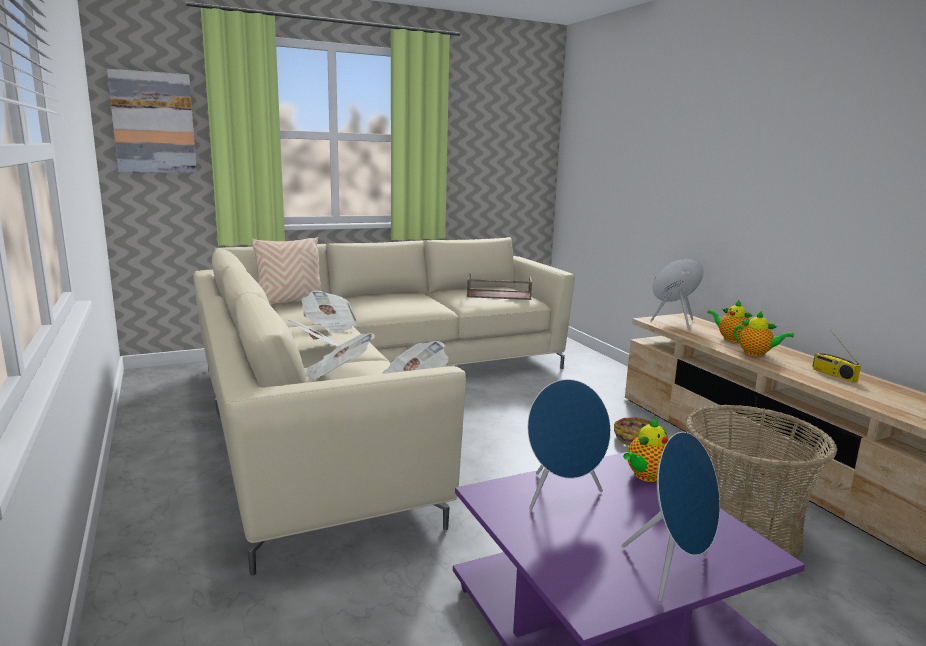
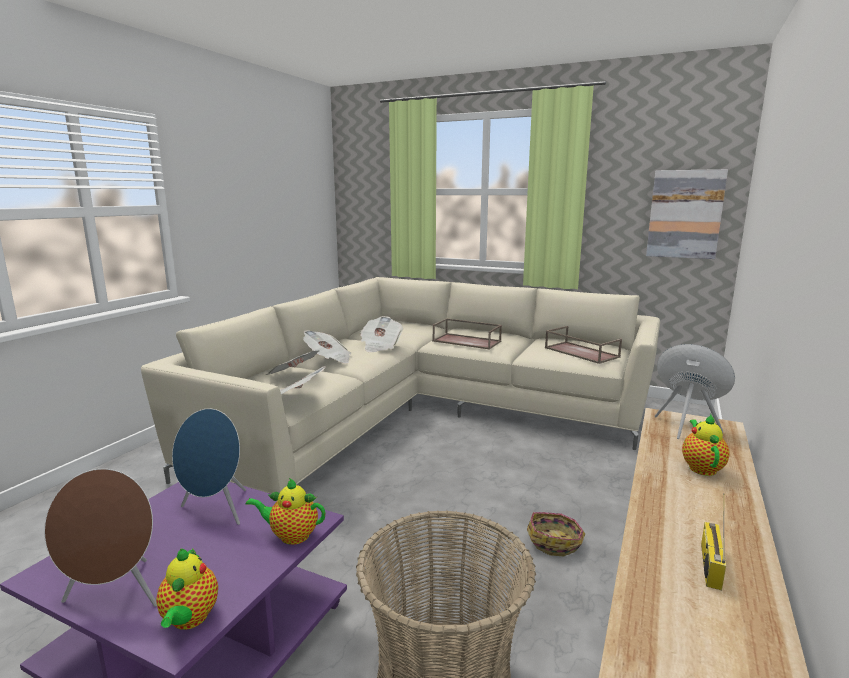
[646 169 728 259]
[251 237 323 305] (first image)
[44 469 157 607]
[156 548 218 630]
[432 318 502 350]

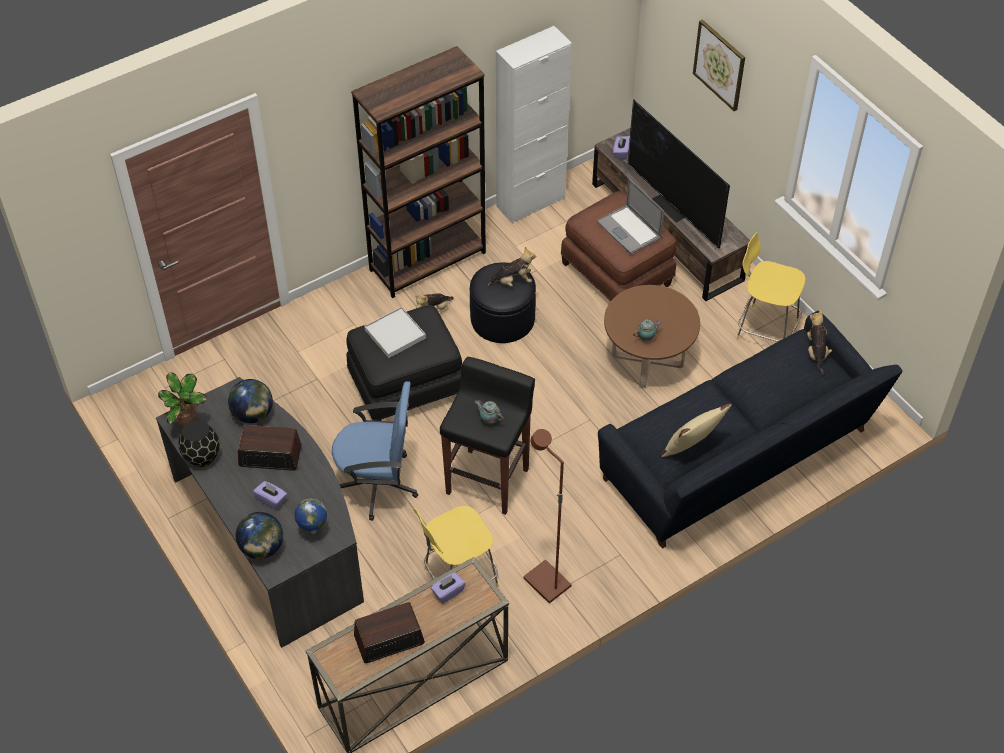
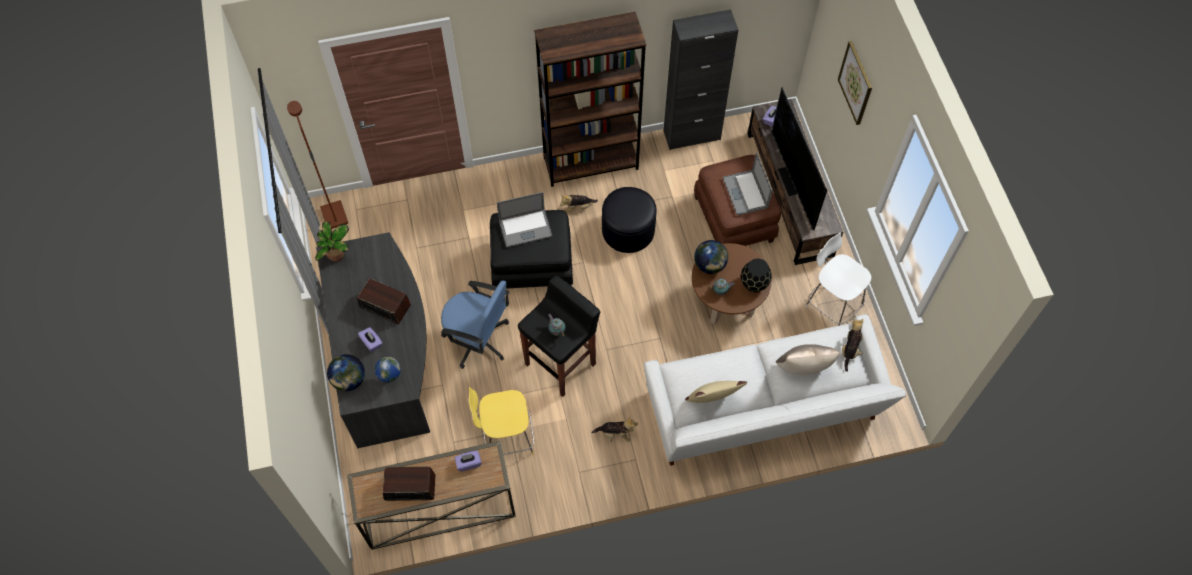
[741 259 772 292]
[694 240 728 274]
[497 192 552 247]
[592 416 638 442]
[664 9 738 150]
[287 101 348 229]
[644 314 906 466]
[805 233 871 326]
[776 344 840 375]

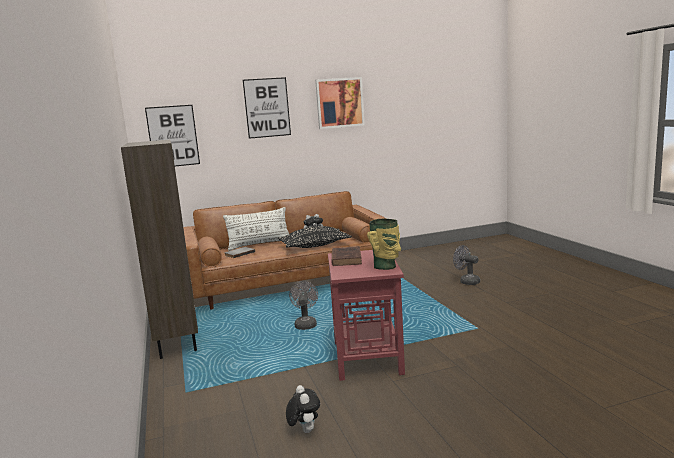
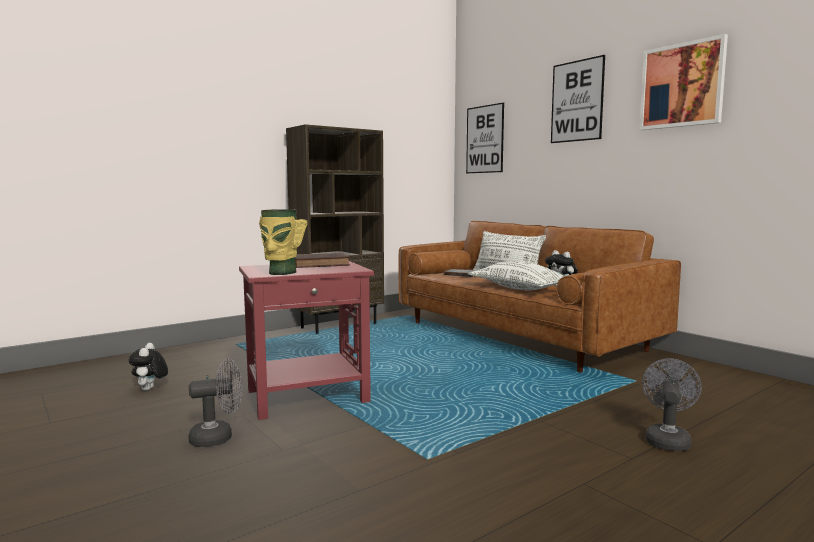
[468 261 564 290]
[129 343 168 391]
[188 359 243 447]

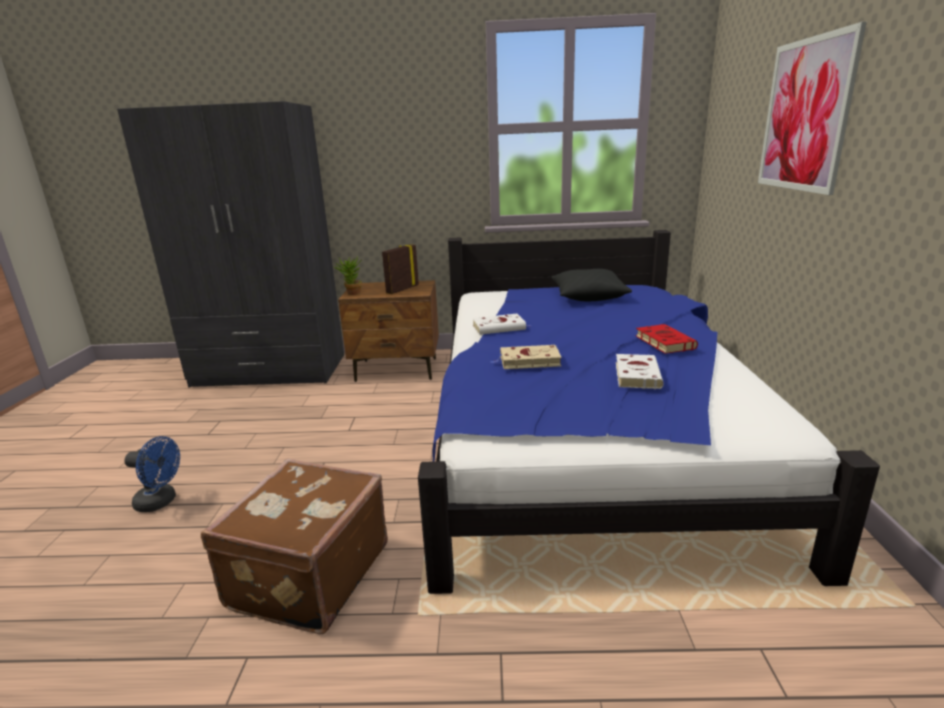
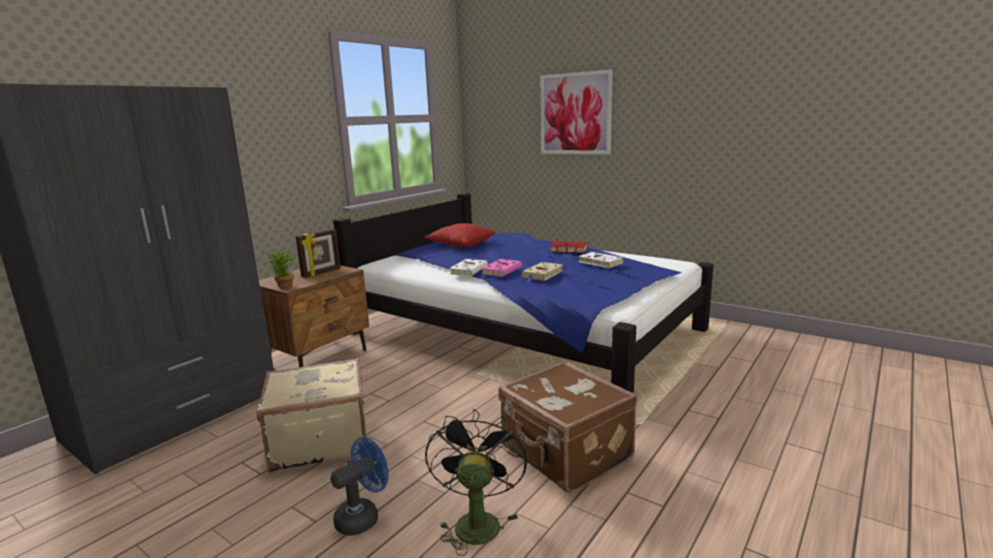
[296 229 341 278]
[424 223 496 247]
[256 358 367 473]
[425 409 527 556]
[481 259 522 277]

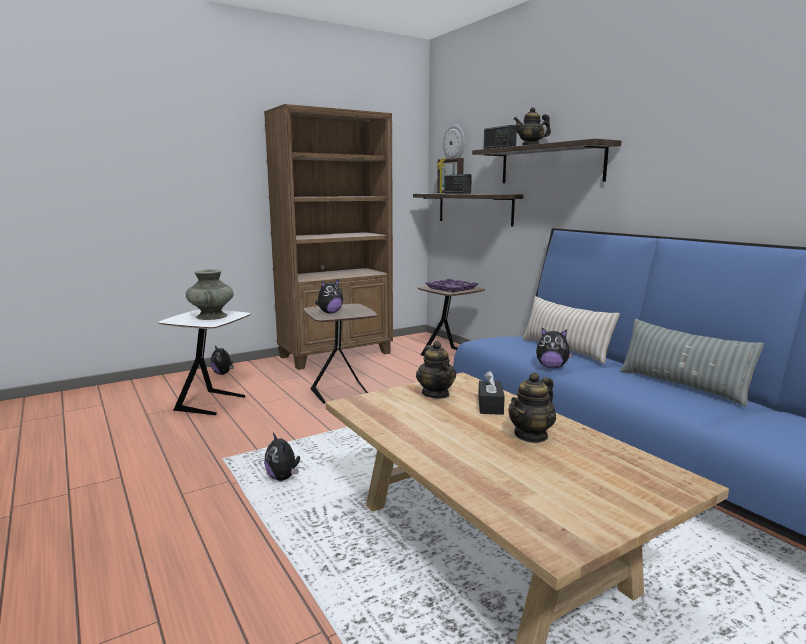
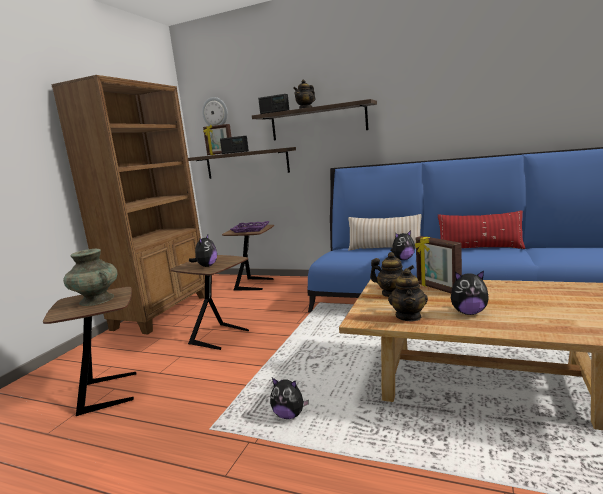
[43 287 136 416]
[451 270 489 315]
[415 236 462 293]
[388 268 428 321]
[438 210 525 249]

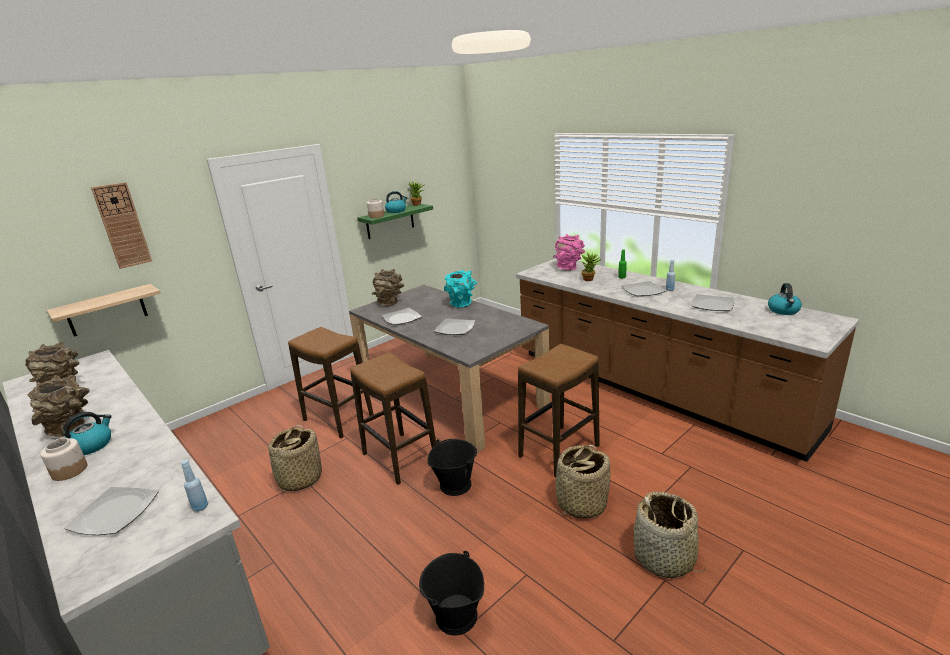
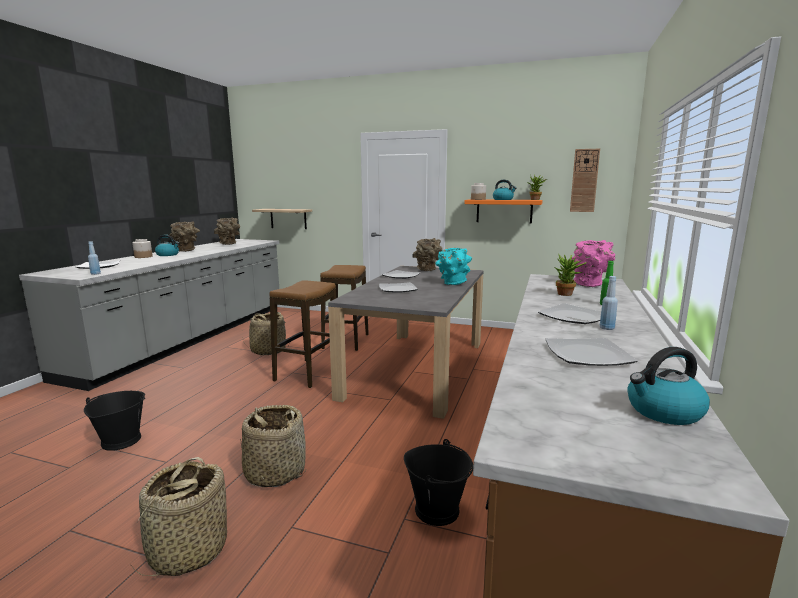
[570 149 600 212]
[465 199 543 223]
[404 439 473 526]
[518 344 600 478] (first image)

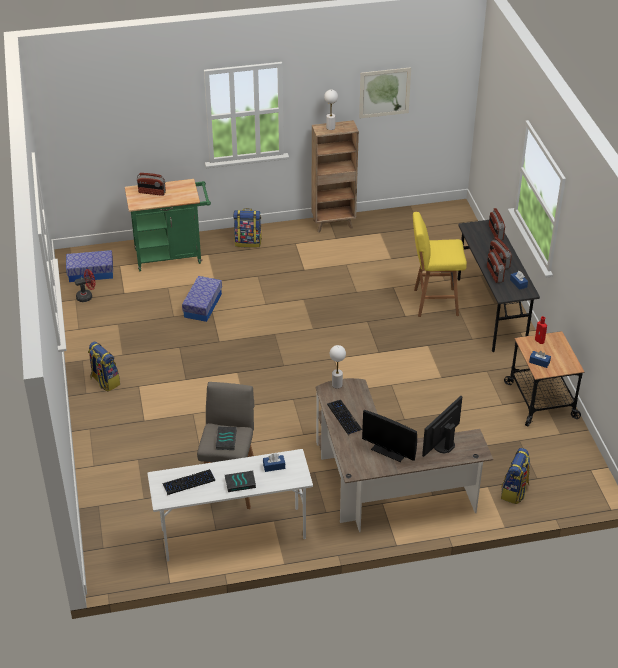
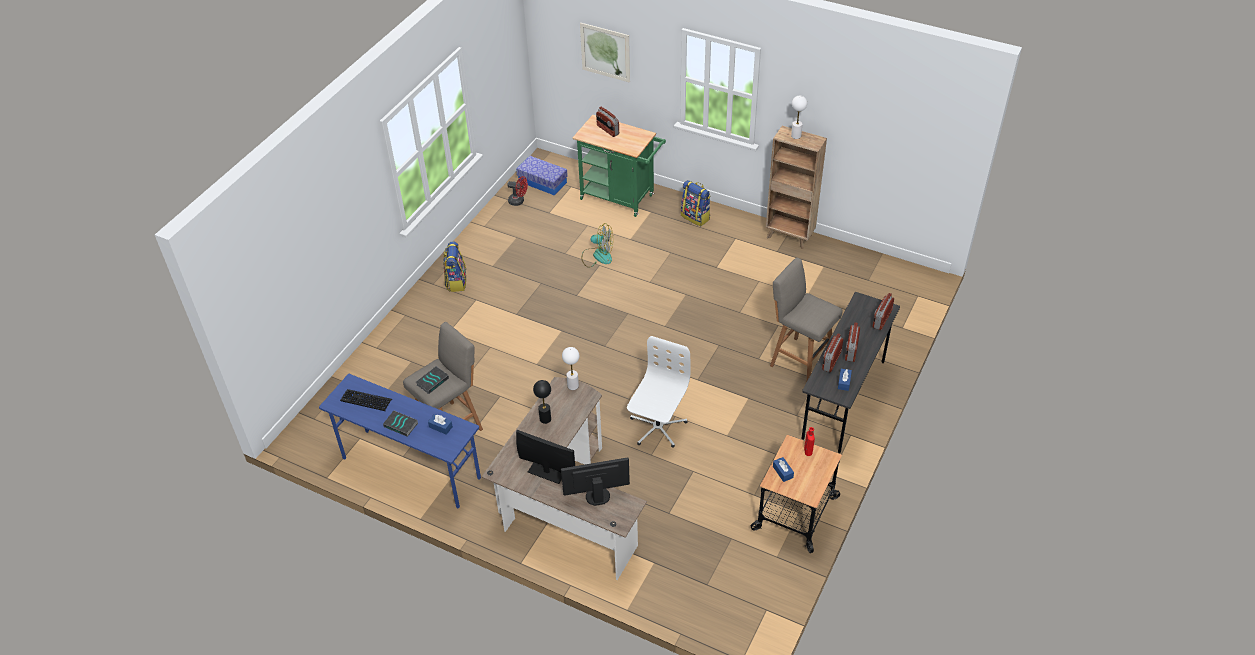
[319 374 481 509]
[582 223 613 268]
[533 380 551 424]
[580 23 630 83]
[516 430 575 484]
[770 258 843 381]
[501 448 530 504] (first image)
[627 336 690 448]

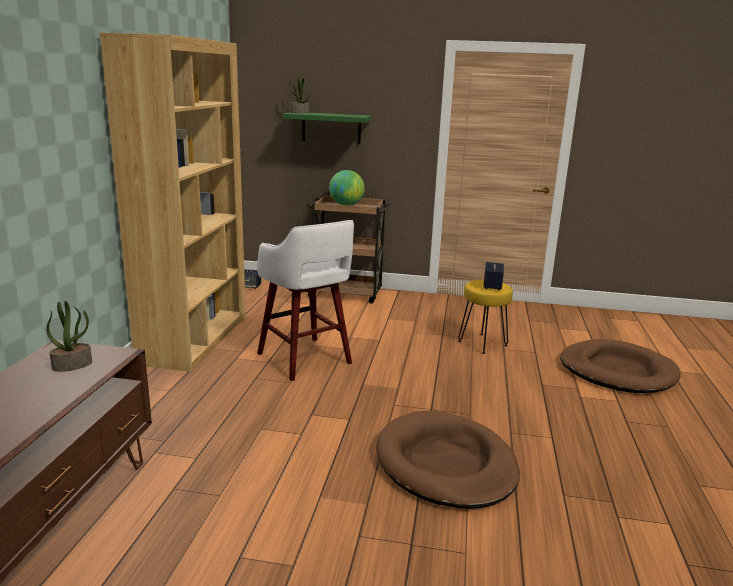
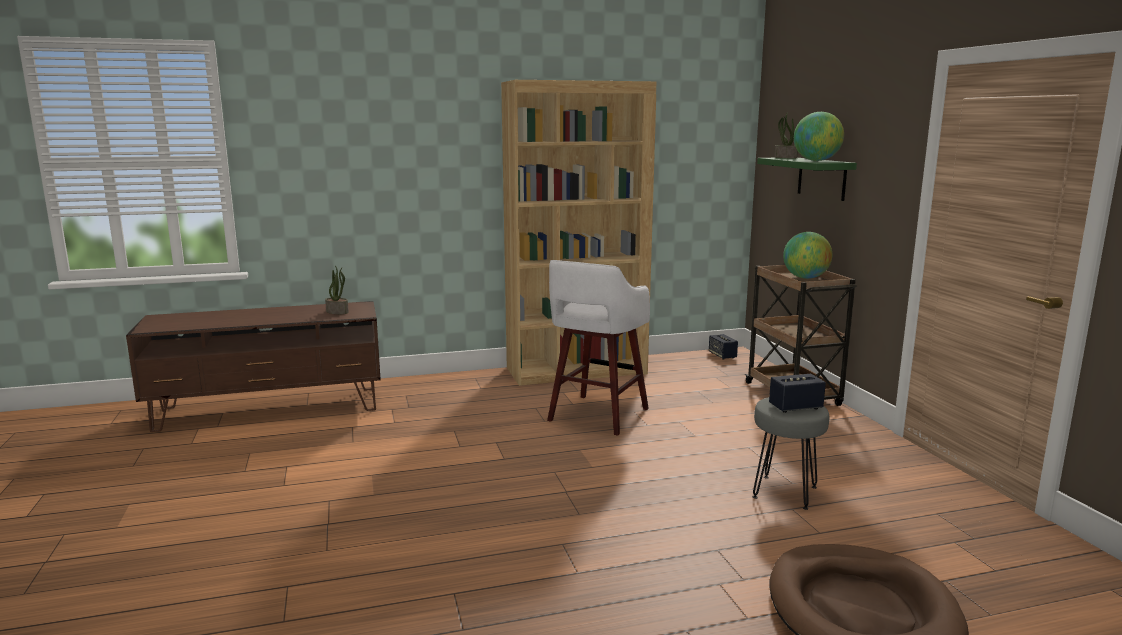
[376 410 520 509] (first image)
[753 397 829 510]
[794 112 844 161]

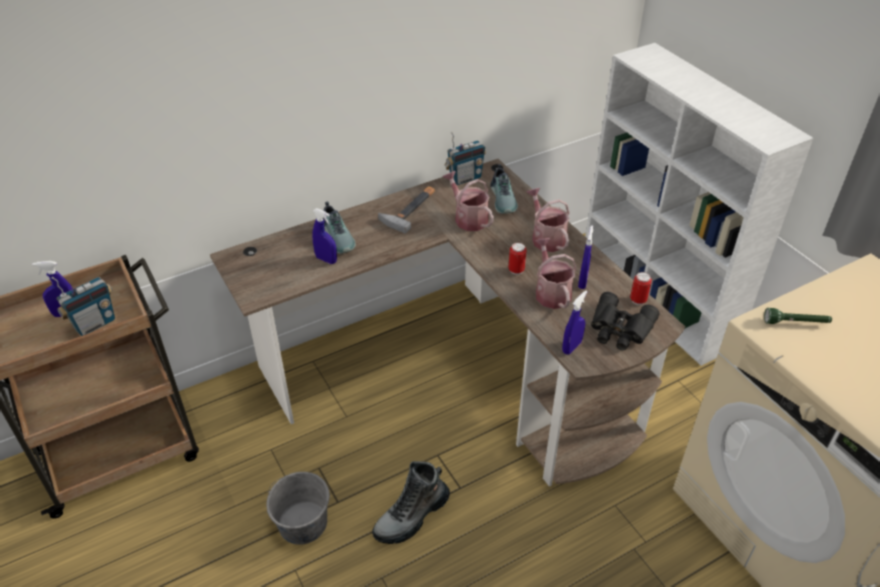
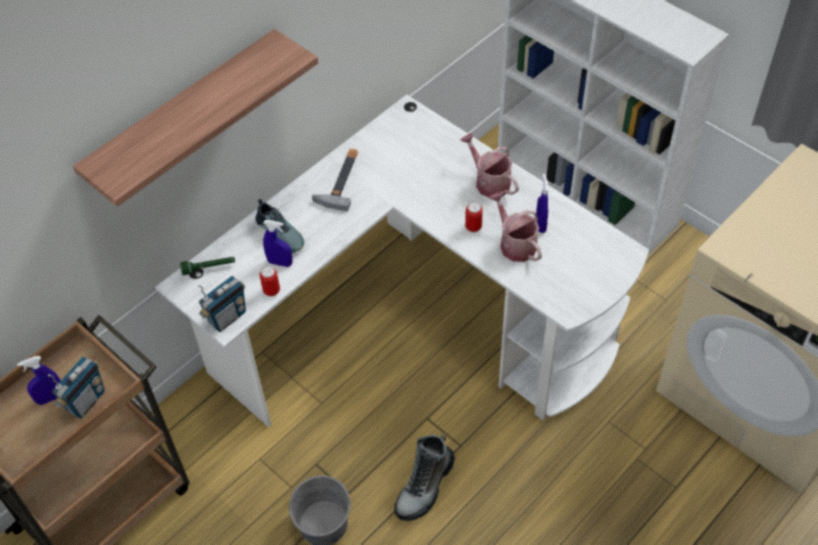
[155 94 649 427]
[443 171 494 231] (first image)
[198 276 246 332]
[490 164 518 214] (first image)
[562 291 587 355] (first image)
[591 292 659 350] (first image)
[260 266 280 297]
[180 257 235 275]
[73 29 318 207]

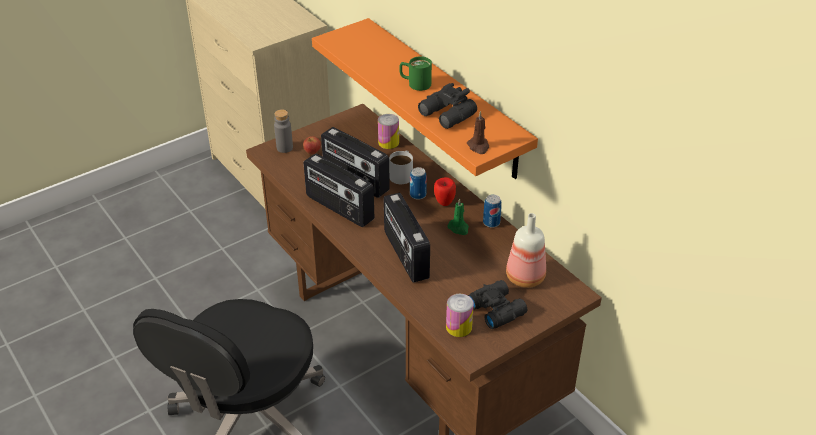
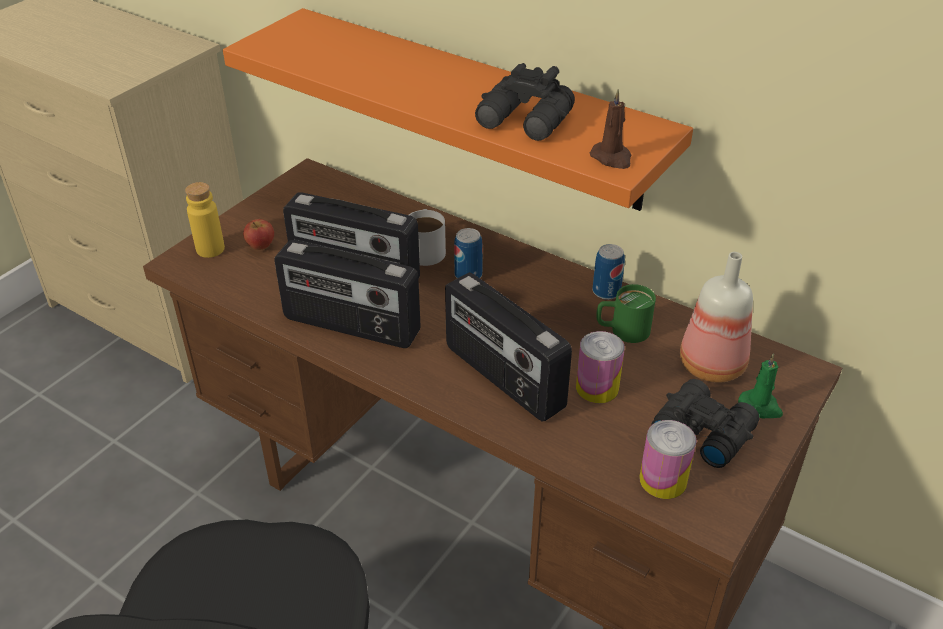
[185 182 225 258]
[576 331 625 403]
[596 284 656 343]
[434 177 456 206] (first image)
[738 353 783 418]

